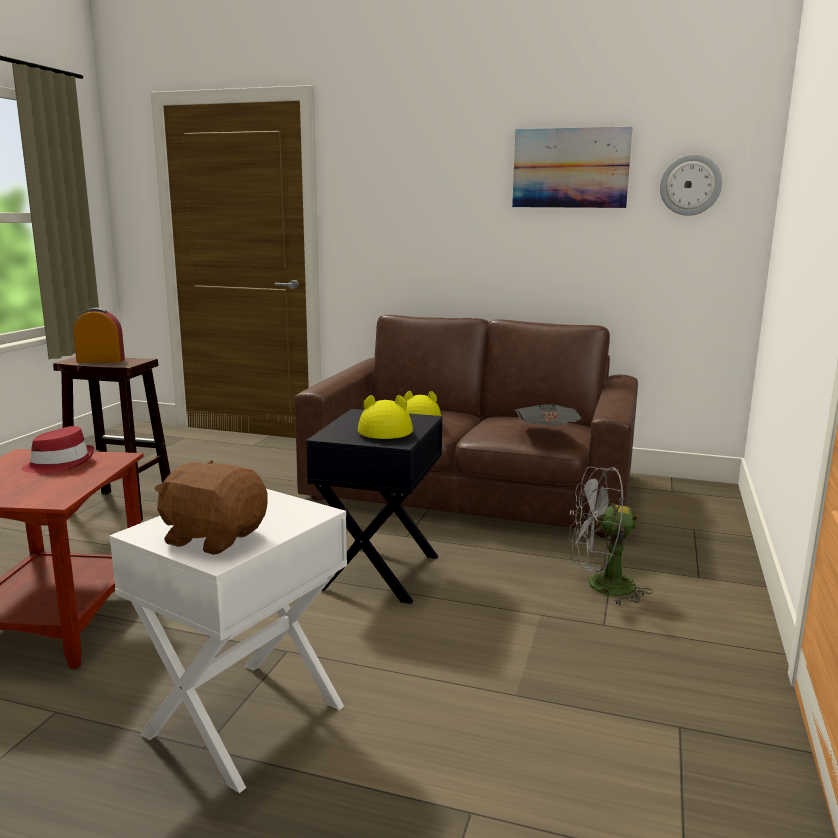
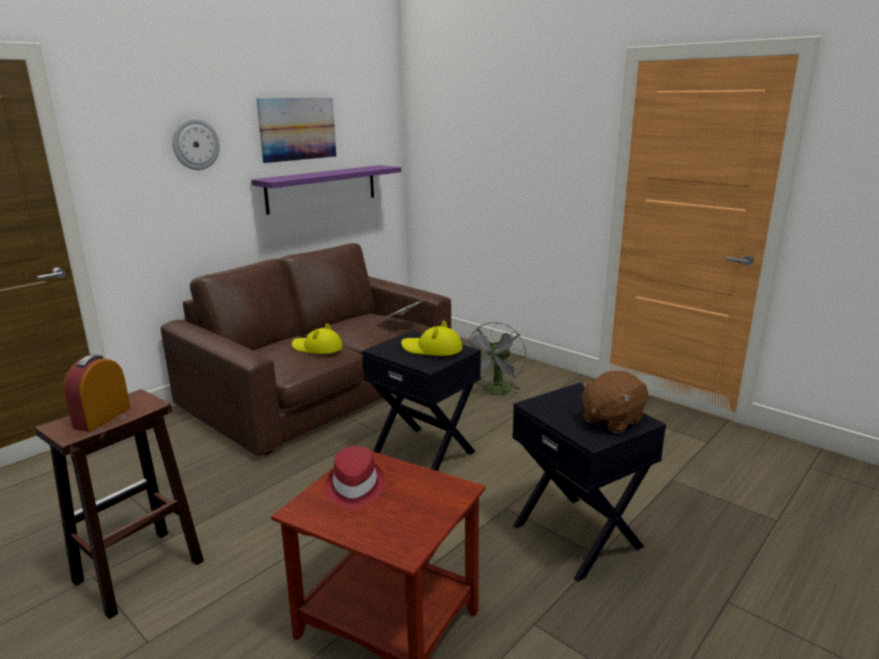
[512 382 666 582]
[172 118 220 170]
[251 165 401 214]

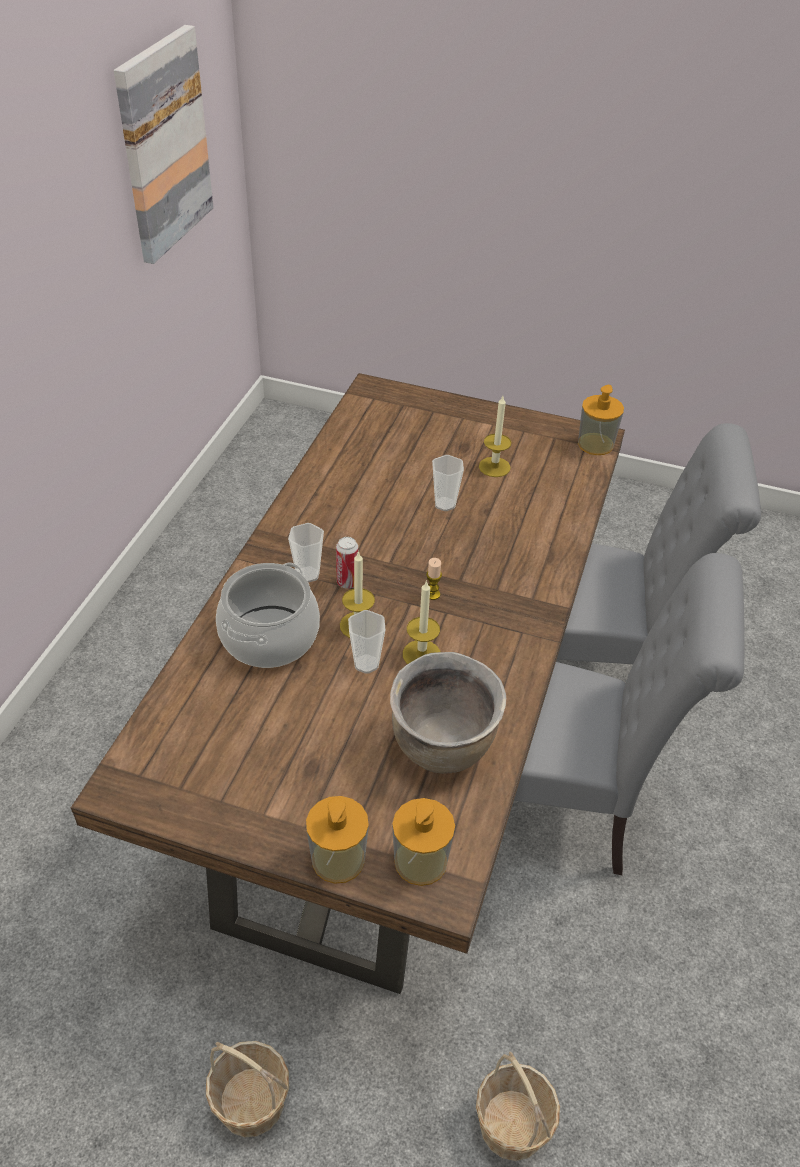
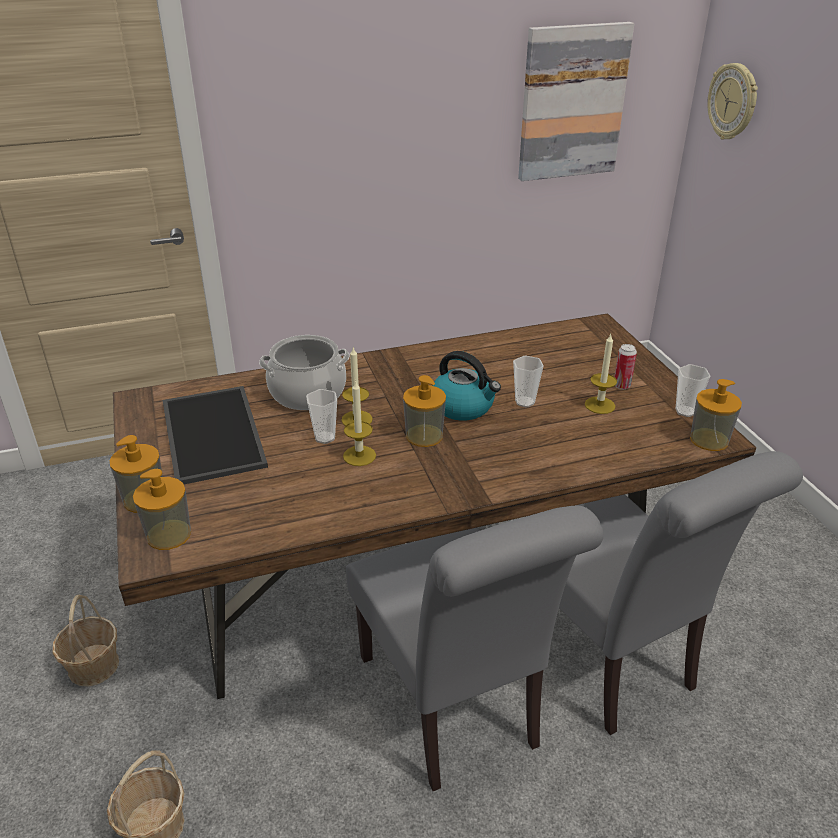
[676 364 710 417]
[614 344 637 389]
[390 652 506 774] (first image)
[403 375 446 447]
[163 386 268 485]
[432 351 501 421]
[707 63 758 140]

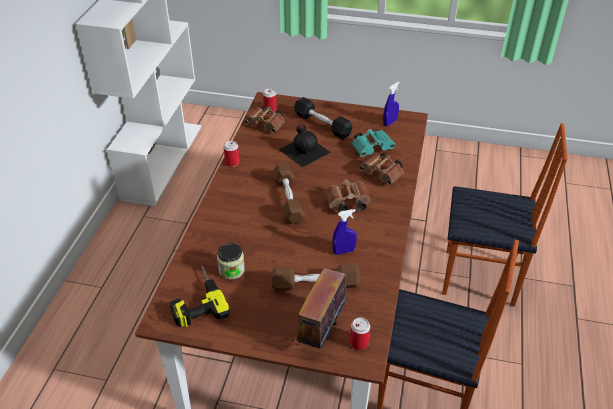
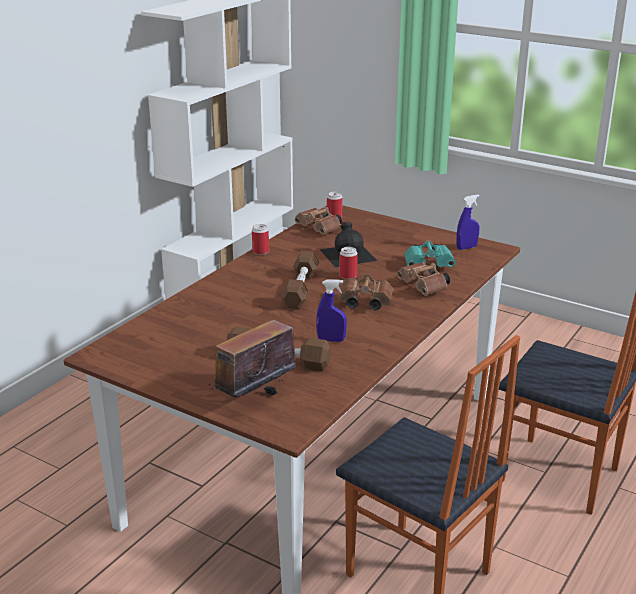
[169 265 230 327] (first image)
[217 243 245 280] (first image)
[294 97 353 139] (first image)
[339 247 358 279]

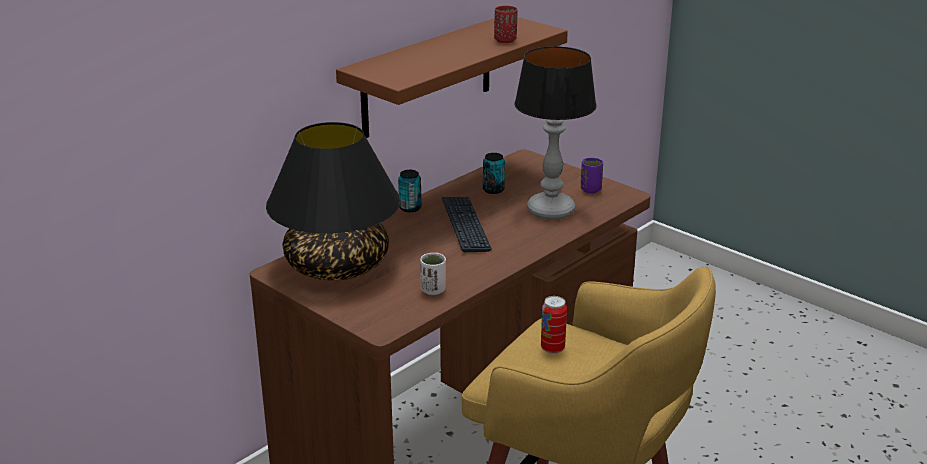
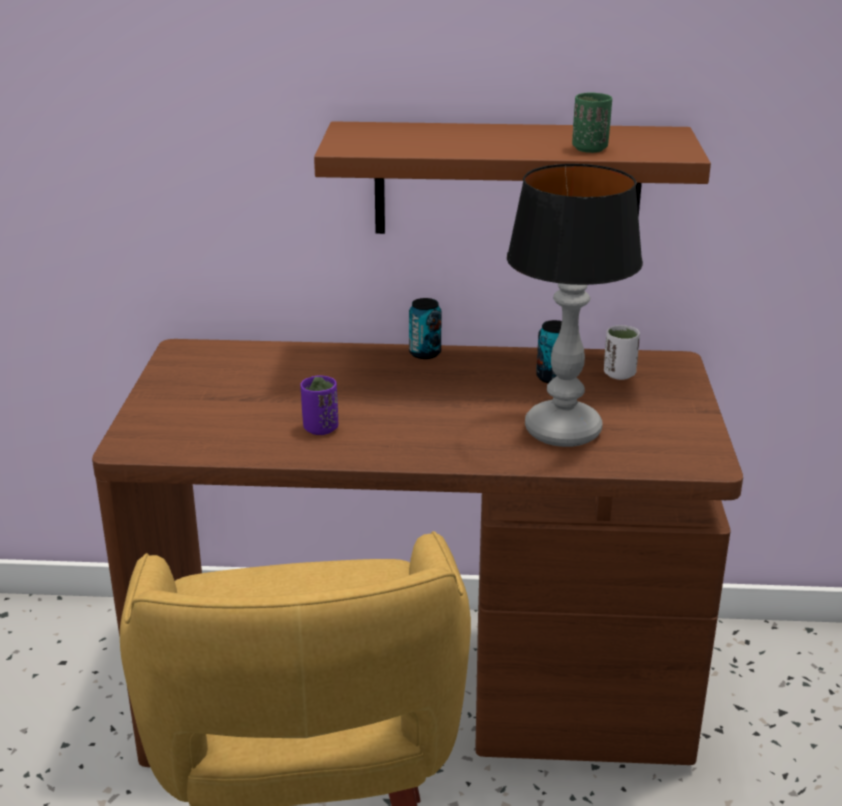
[266 122 400 280] (first image)
[604 325 640 380]
[442 197 492 252] (first image)
[572 92 612 153]
[541 296 567 354] (first image)
[300 375 338 435]

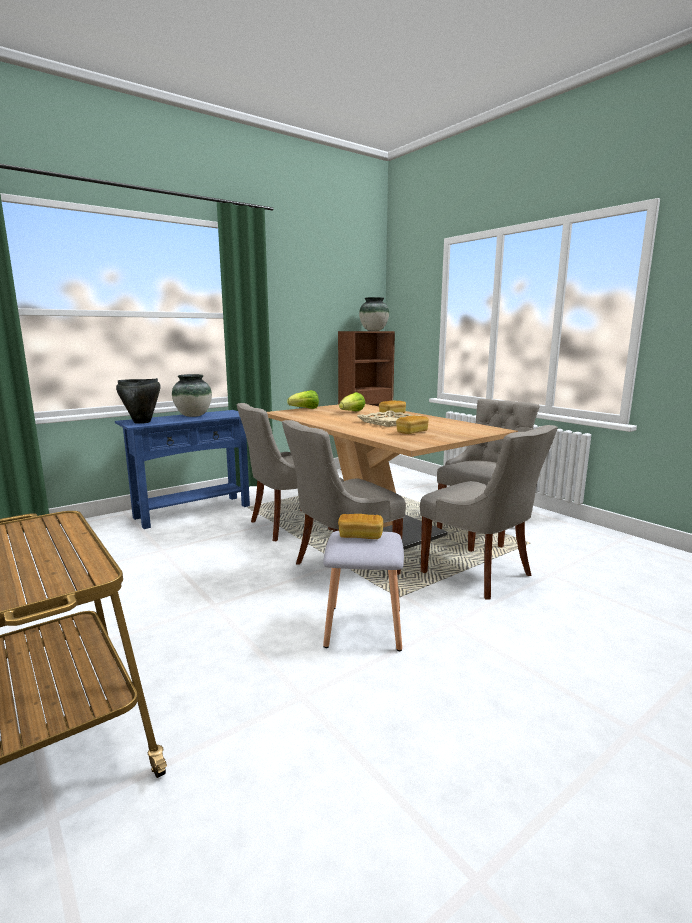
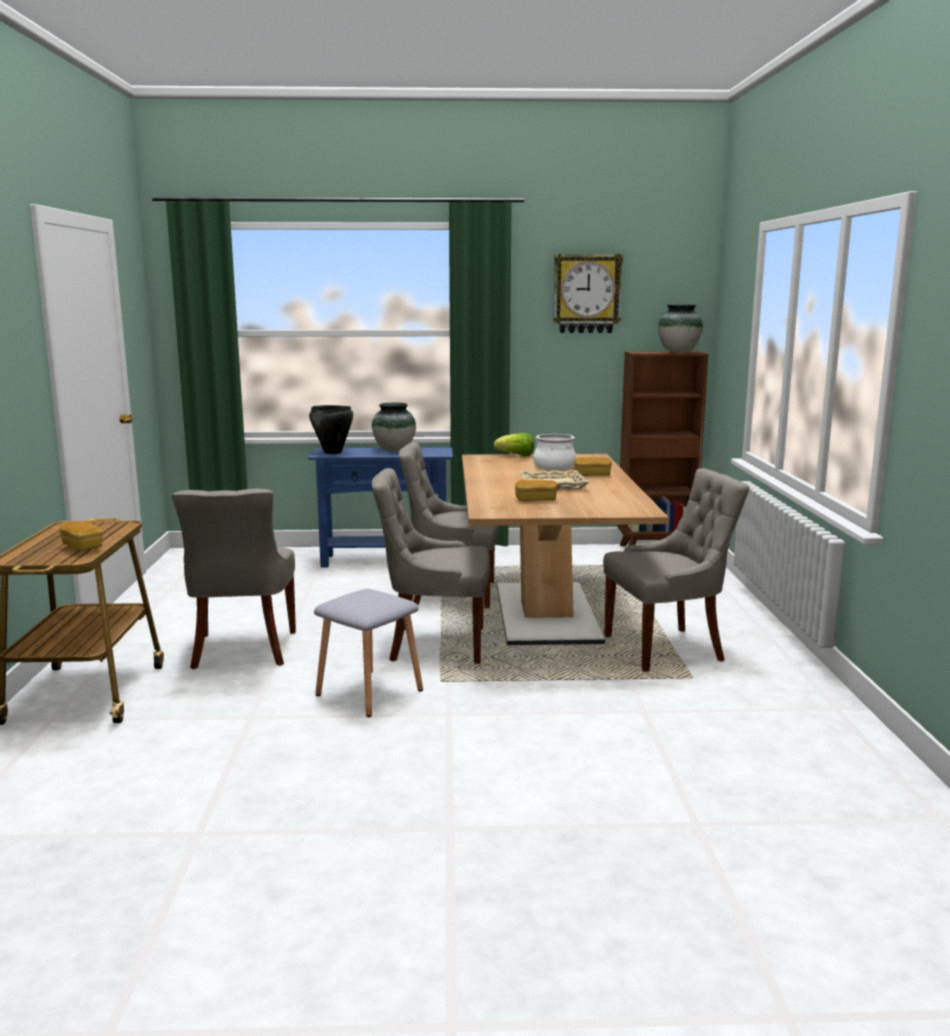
[60 521 103 551]
[533 434 576 470]
[172 489 296 669]
[553 254 623 333]

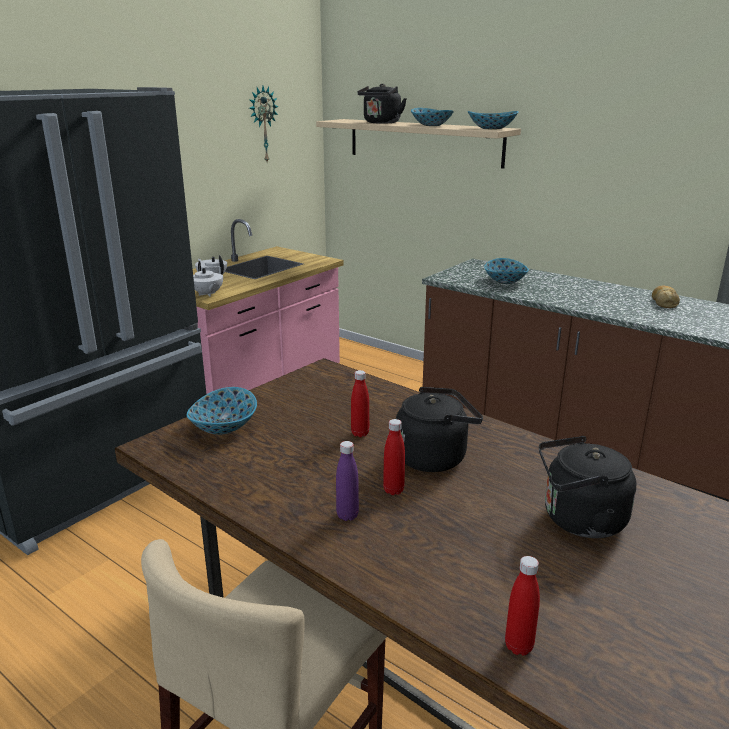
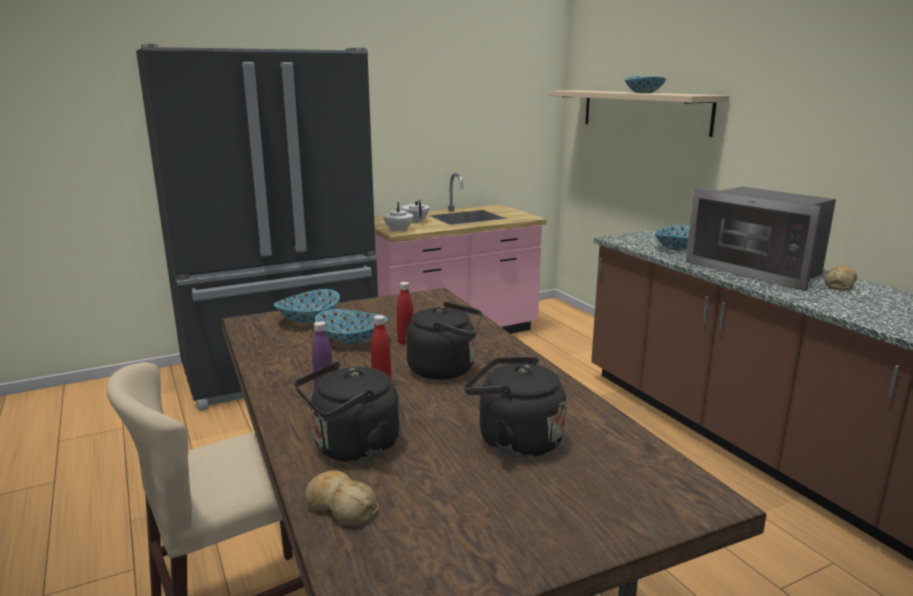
[249 86 279 162] (first image)
[294 362 399 462]
[315 309 388 345]
[305 470 379 526]
[686 187 836 291]

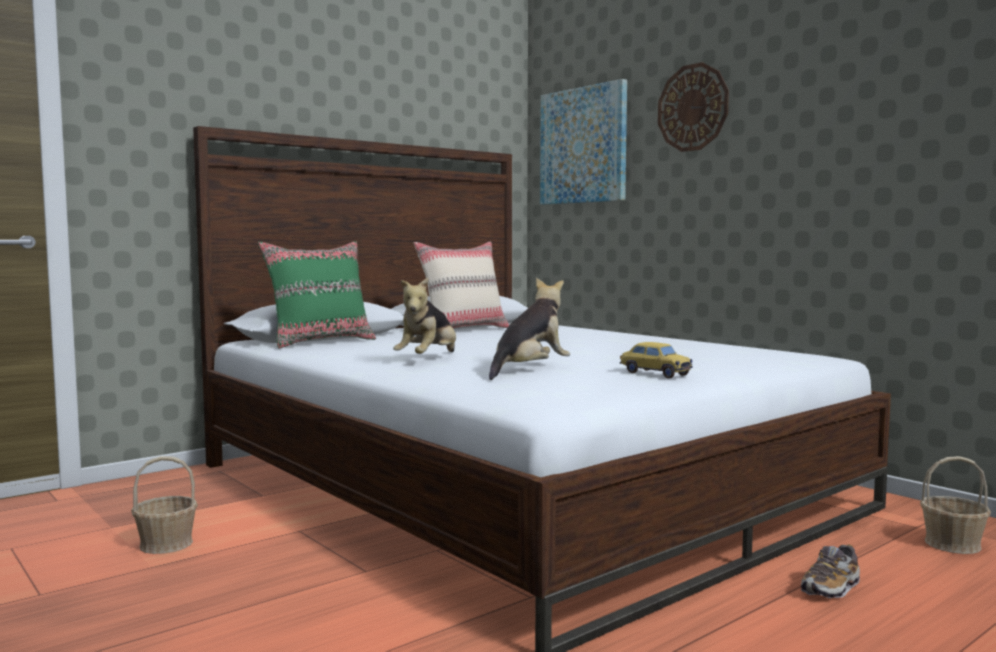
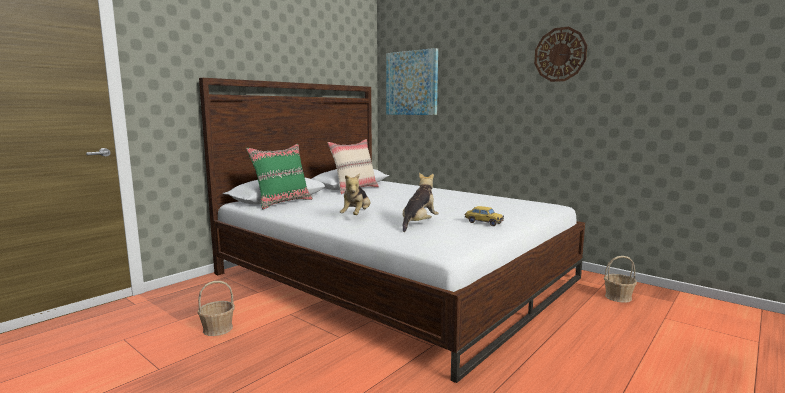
[534 27 587 82]
[801 544 860 598] (first image)

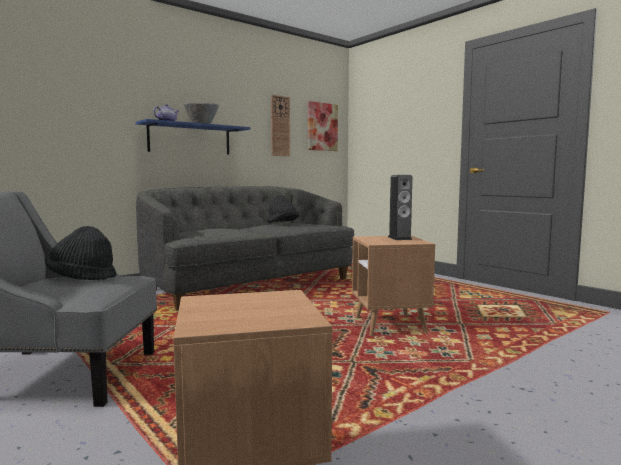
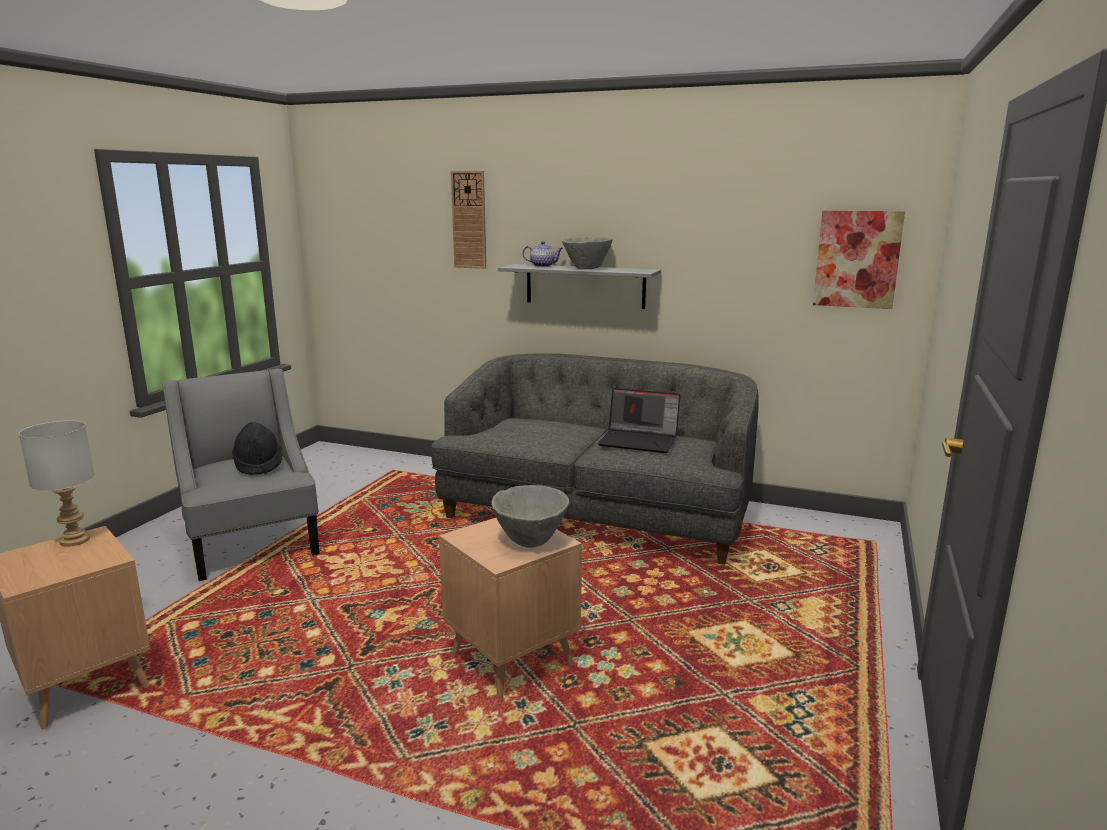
[498 264 661 309]
[598 388 681 453]
[451 171 486 269]
[491 485 569 548]
[19 420 95 547]

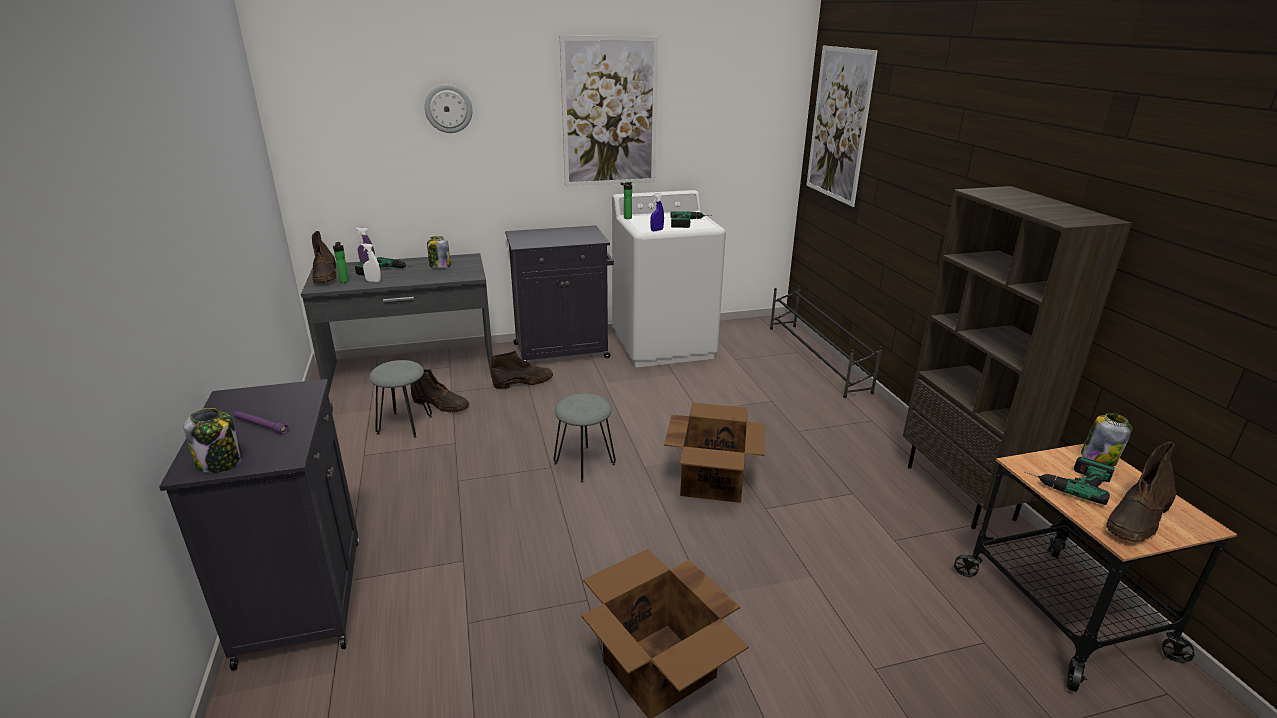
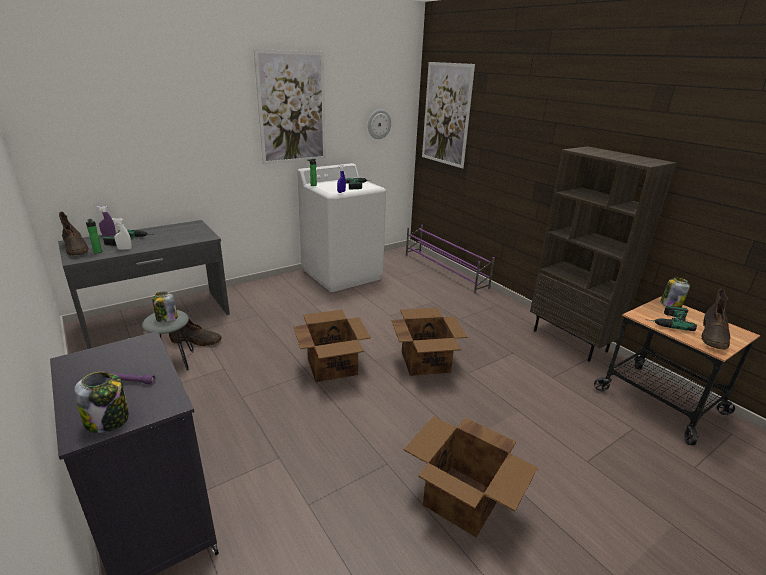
[368 110 391 139]
[152 291 178 322]
[491 350 553 389] (first image)
[505 225 614 361] (first image)
[294 310 371 382]
[406 225 495 294]

